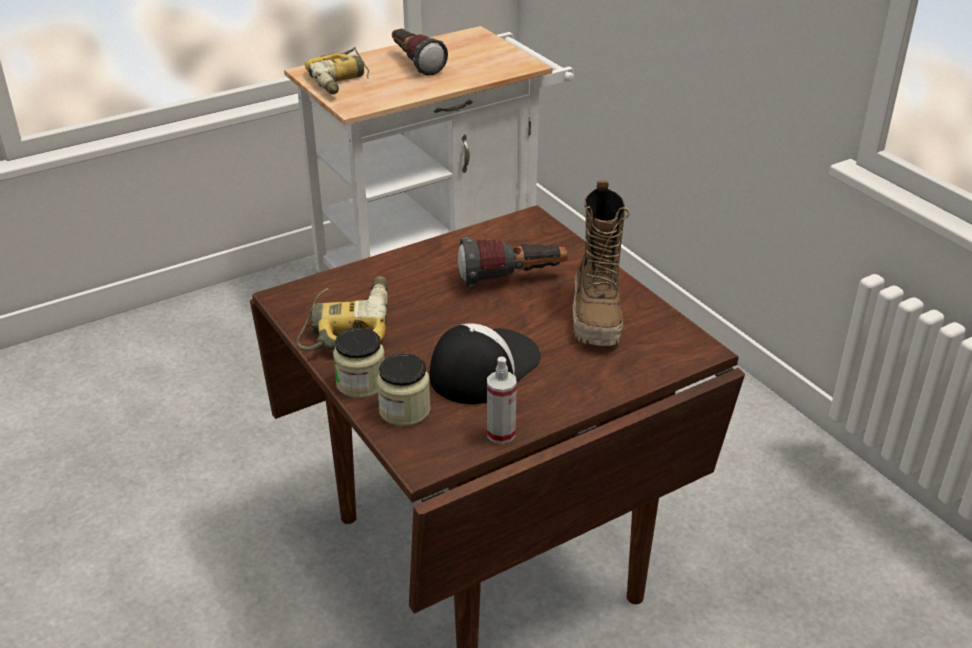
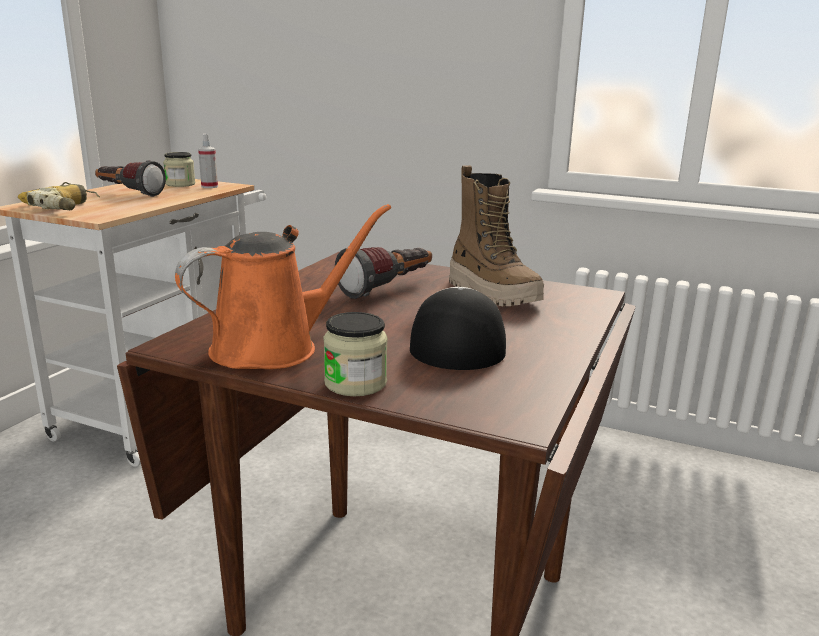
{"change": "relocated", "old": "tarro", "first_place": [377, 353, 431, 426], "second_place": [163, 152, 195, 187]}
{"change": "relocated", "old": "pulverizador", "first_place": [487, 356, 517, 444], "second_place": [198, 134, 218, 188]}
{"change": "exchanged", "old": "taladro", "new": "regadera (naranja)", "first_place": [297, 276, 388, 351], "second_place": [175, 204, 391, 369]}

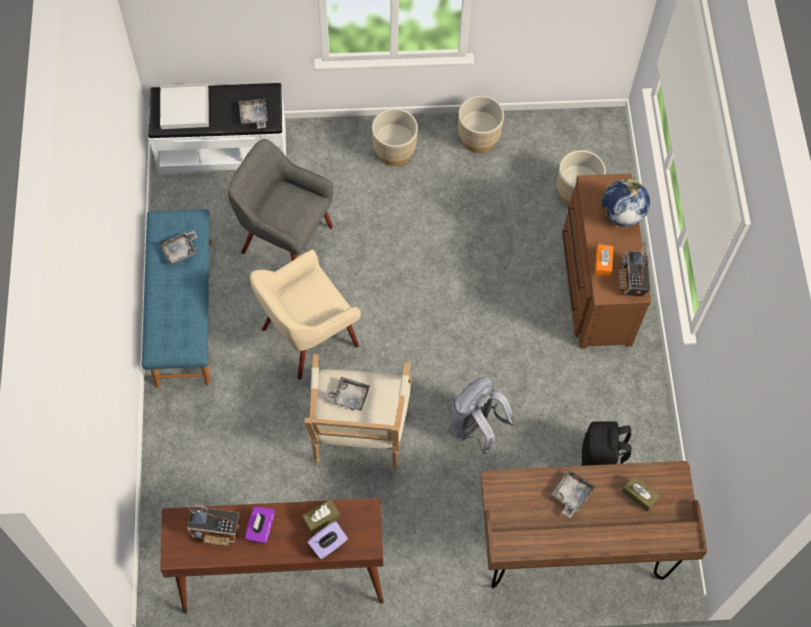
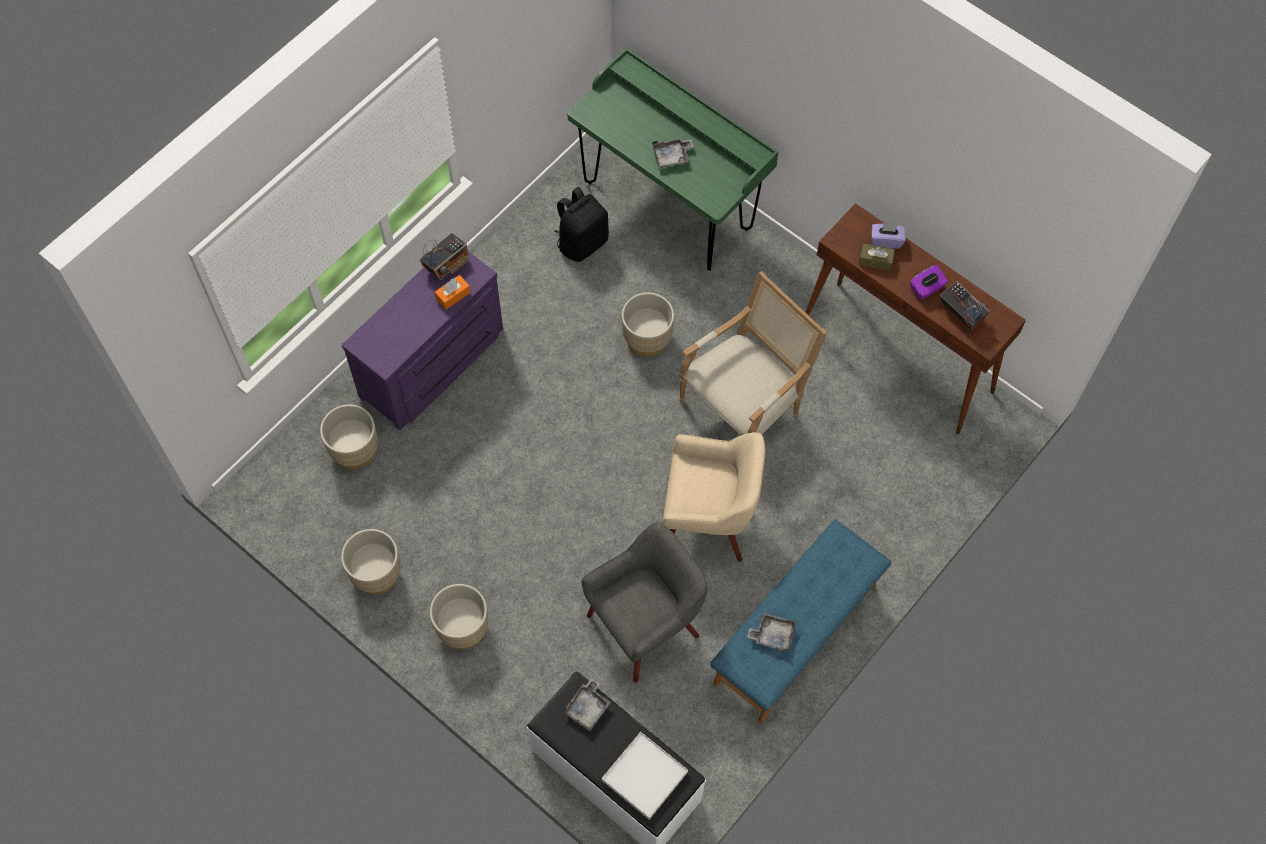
{"change": "missing", "old": "bandeja (gris)", "first_place": [325, 377, 370, 411]}
{"change": "missing", "old": "globo terráqueo", "first_place": [602, 179, 650, 227]}
{"change": "missing", "old": "caja de pañuelos (marrón)", "first_place": [622, 475, 660, 512]}
{"change": "exchanged", "old": "mochila (gris)", "new": "maceta (beis)", "first_place": [450, 377, 516, 454], "second_place": [622, 292, 674, 357]}
{"change": "colour", "old": "escritorio (marrón)", "new": "escritorio (verde)", "first_place": [481, 461, 708, 588], "second_place": [567, 48, 778, 271]}
{"change": "colour", "old": "cómoda (marrón)", "new": "cómoda (morado)", "first_place": [562, 174, 651, 349], "second_place": [342, 251, 503, 430]}
{"change": "spun", "old": "sillón (gris)", "first_place": [228, 139, 333, 261], "second_place": [582, 522, 708, 683], "degrees": -105}

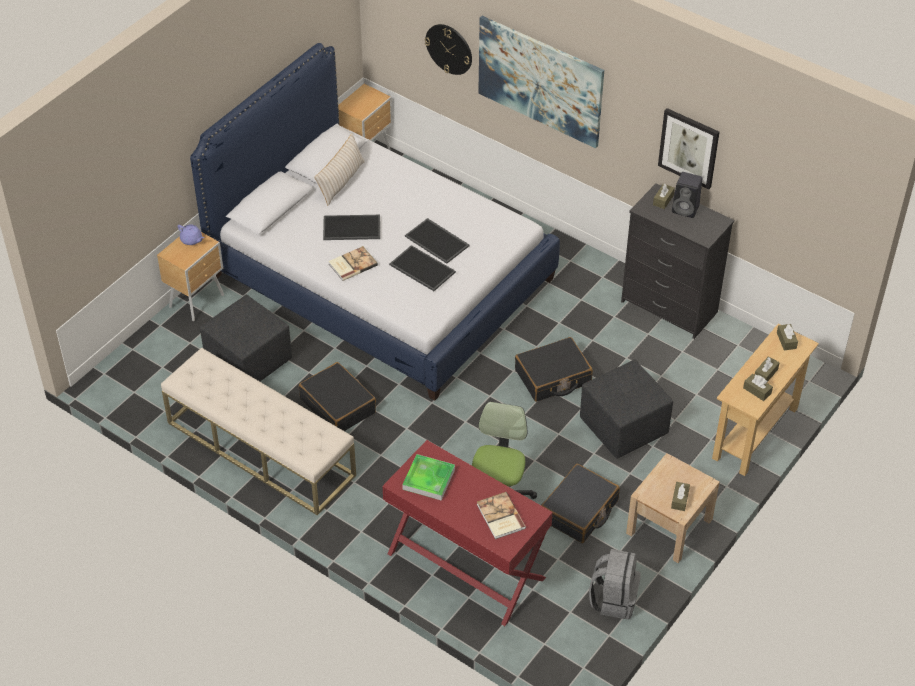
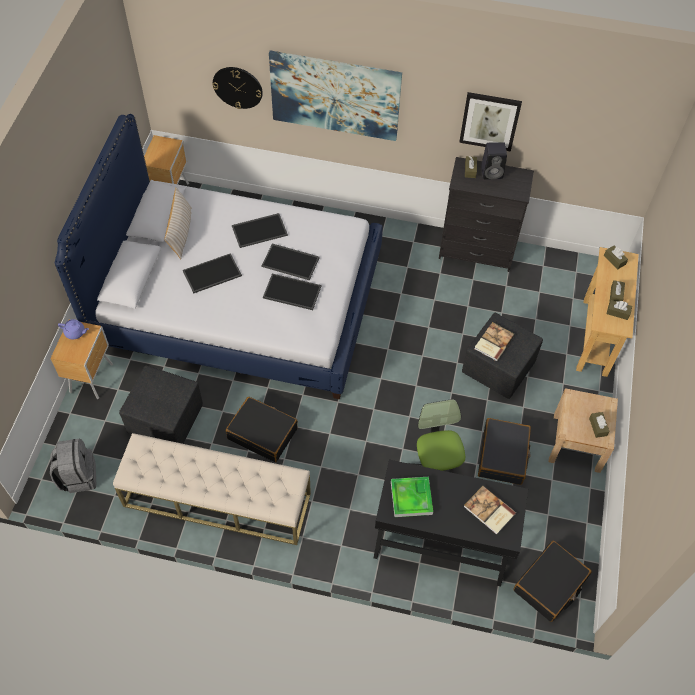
{"change": "appeared", "new": "bandeja", "second_place": [232, 213, 288, 248]}
{"change": "relocated", "old": "libro", "first_place": [328, 246, 378, 281], "second_place": [475, 322, 515, 361]}
{"change": "relocated", "old": "maleta (negro)", "first_place": [515, 337, 593, 402], "second_place": [514, 541, 592, 622]}
{"change": "relocated", "old": "mochila (gris)", "first_place": [589, 549, 641, 620], "second_place": [50, 439, 96, 493]}
{"change": "colour", "old": "escritorio (rojo)", "new": "escritorio (negro)", "first_place": [382, 440, 553, 626], "second_place": [374, 460, 528, 586]}

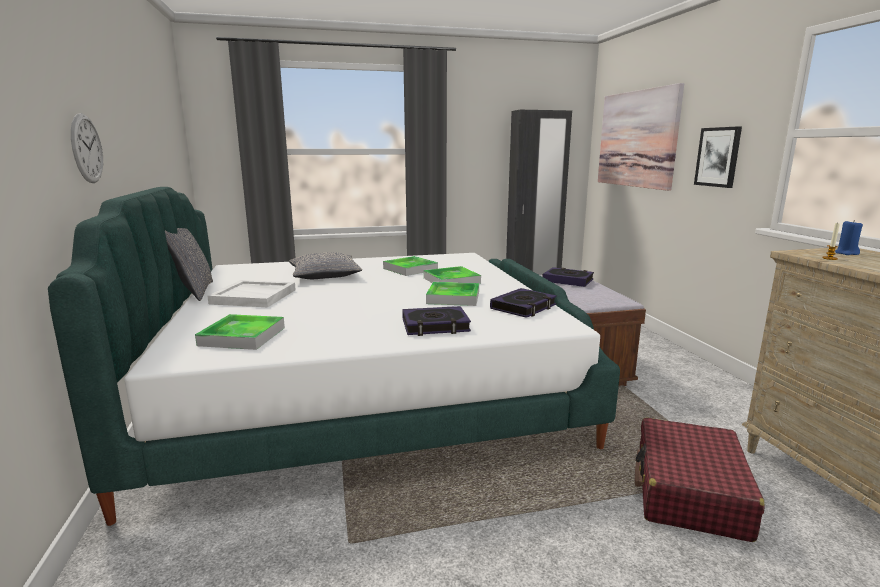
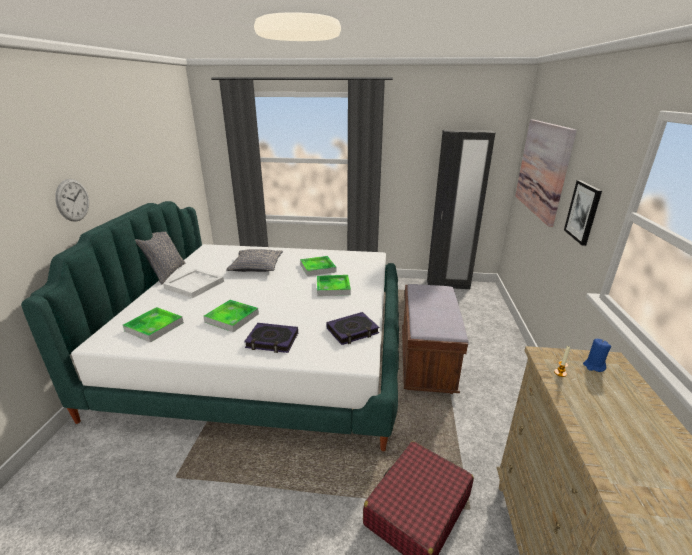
{"change": "missing", "old": "libro", "first_place": [542, 267, 594, 287]}
{"change": "relocated", "old": "bandeja", "first_place": [426, 282, 479, 306], "second_place": [203, 300, 259, 332]}

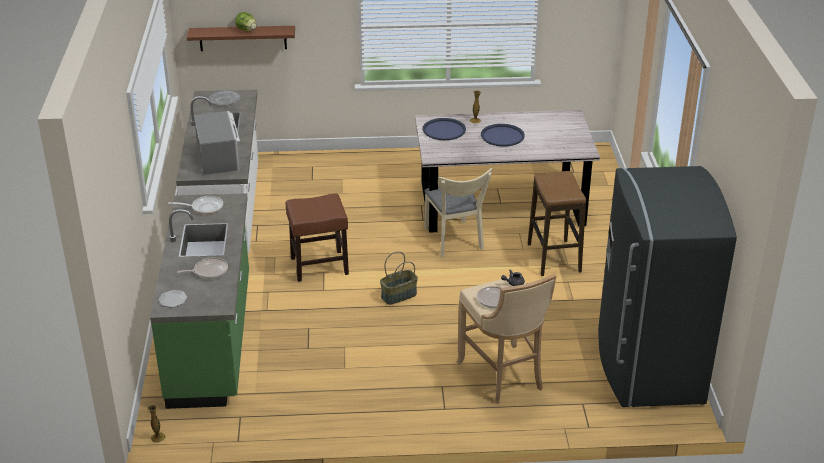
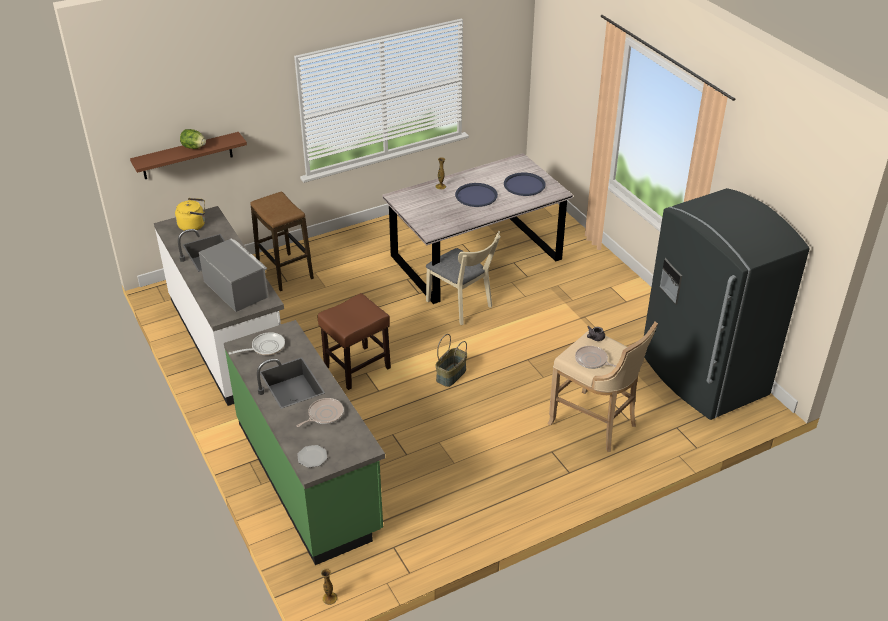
{"change": "relocated", "old": "bandeja (azul)", "first_place": [422, 118, 466, 140], "second_place": [504, 173, 545, 196]}
{"change": "relocated", "old": "taburete", "first_place": [528, 171, 586, 276], "second_place": [250, 191, 314, 291]}
{"change": "exchanged", "old": "plato (gris)", "new": "hervidor (amarillo)", "first_place": [209, 91, 240, 106], "second_place": [175, 198, 205, 231]}

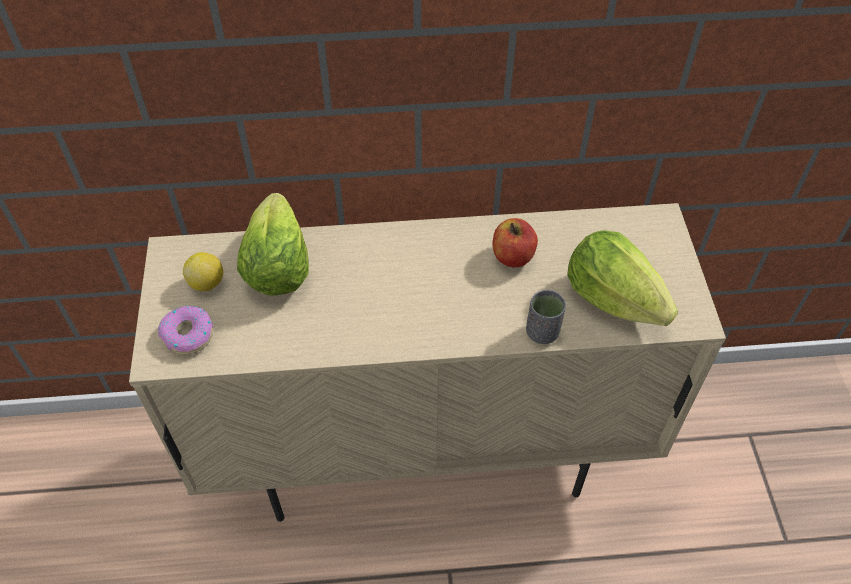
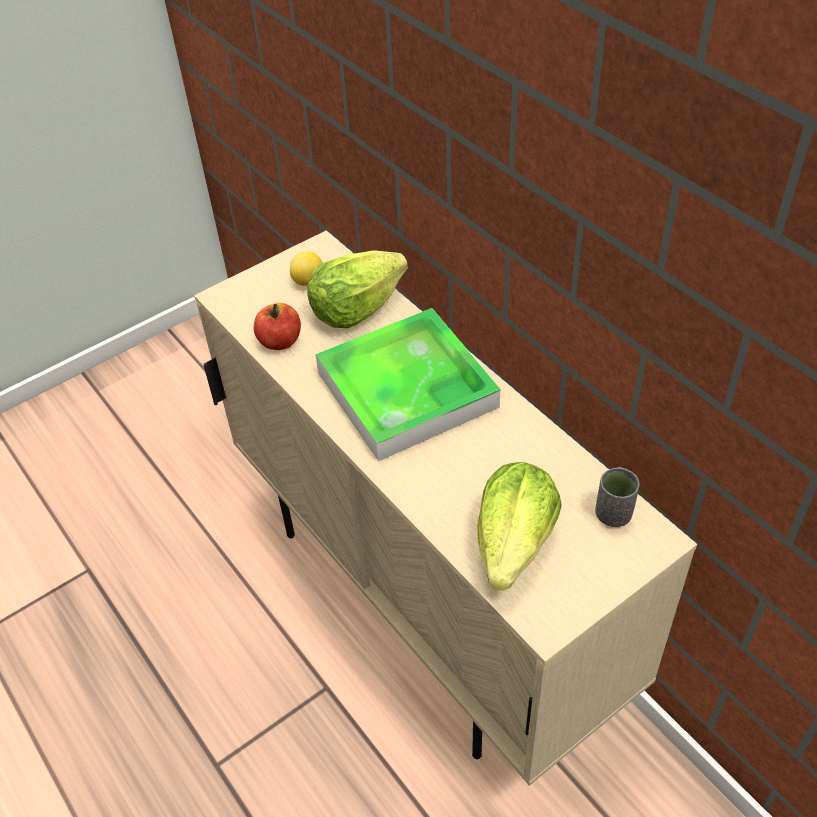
{"change": "missing", "old": "rosquilla", "first_place": [158, 306, 213, 355]}
{"change": "appeared", "new": "bandeja", "second_place": [315, 308, 500, 461]}
{"change": "relocated", "old": "manzana", "first_place": [493, 218, 538, 268], "second_place": [254, 303, 301, 350]}
{"change": "relocated", "old": "taza (gris)", "first_place": [526, 290, 566, 344], "second_place": [595, 467, 639, 527]}

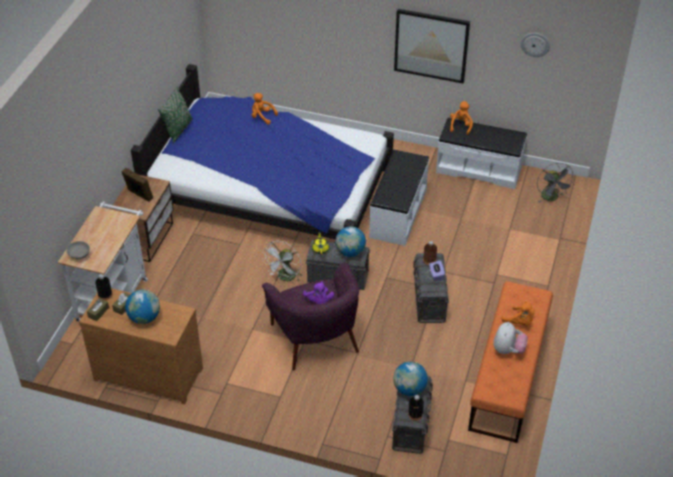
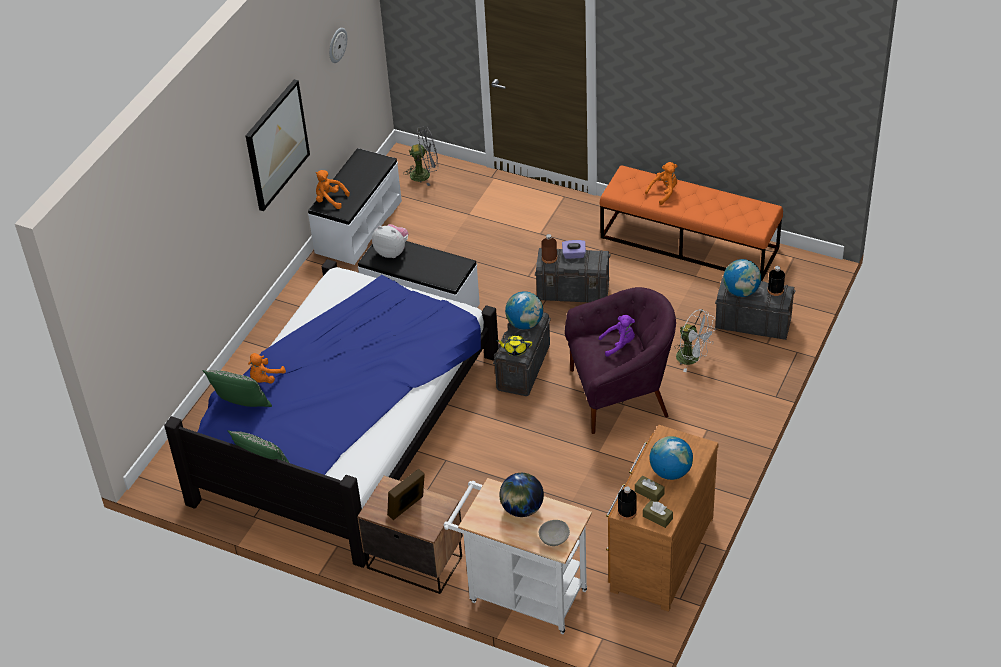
{"change": "appeared", "new": "cojín (verde)", "second_place": [203, 370, 272, 407]}
{"change": "appeared", "new": "globo terráqueo", "second_place": [499, 473, 544, 517]}
{"change": "relocated", "old": "ventilador (blanco)", "first_place": [263, 241, 302, 282], "second_place": [675, 309, 715, 372]}
{"change": "relocated", "old": "peluche", "first_place": [493, 322, 528, 354], "second_place": [372, 224, 408, 258]}

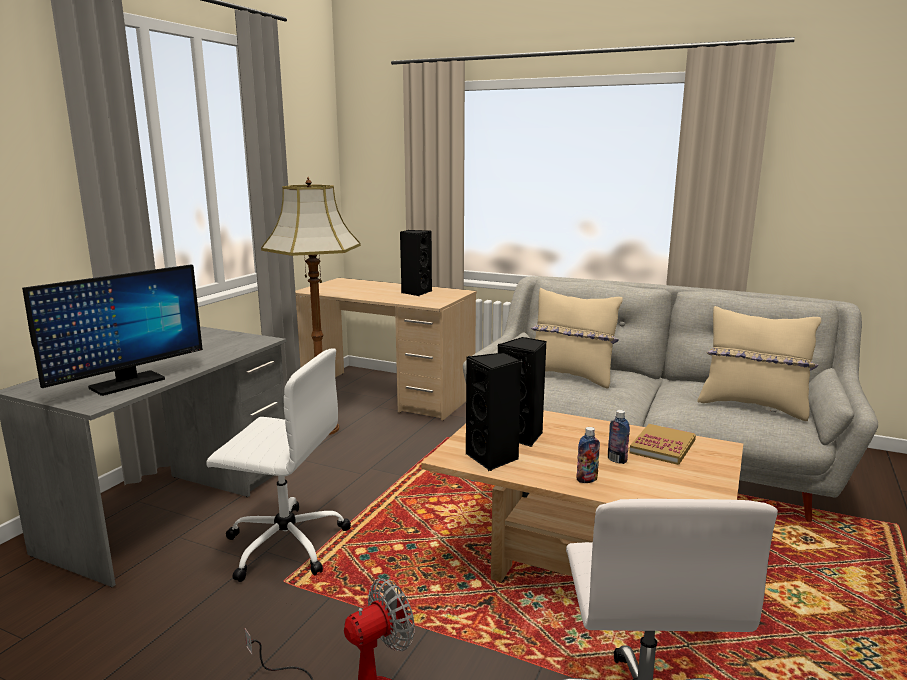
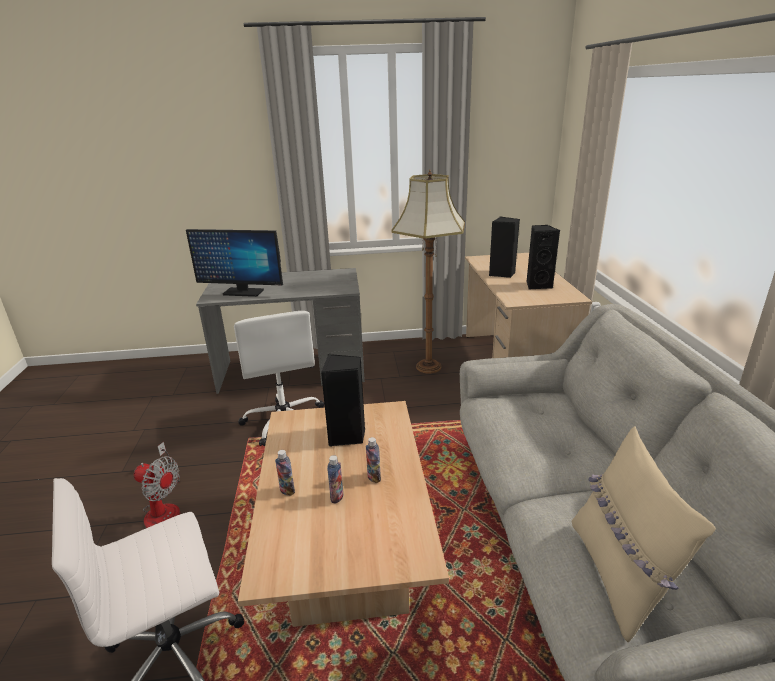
{"change": "missing", "old": "cojín (beis)", "first_place": [531, 288, 623, 389]}
{"change": "missing", "old": "libro", "first_place": [629, 424, 696, 465]}
{"change": "appeared", "new": "botella", "second_place": [366, 437, 381, 483]}
{"change": "relocated", "old": "altavoz (negro)", "first_place": [466, 352, 521, 471], "second_place": [489, 216, 520, 278]}

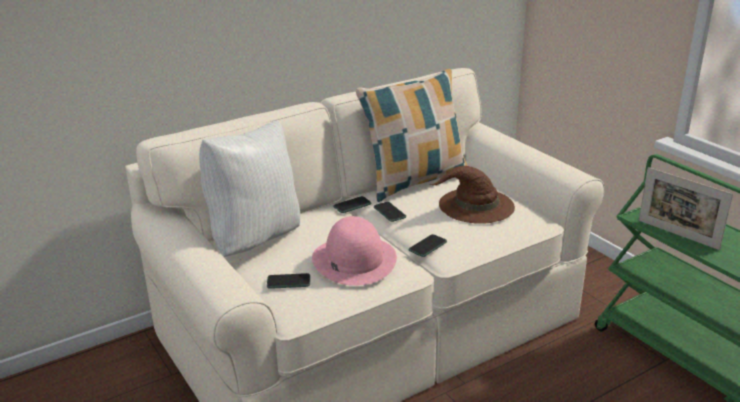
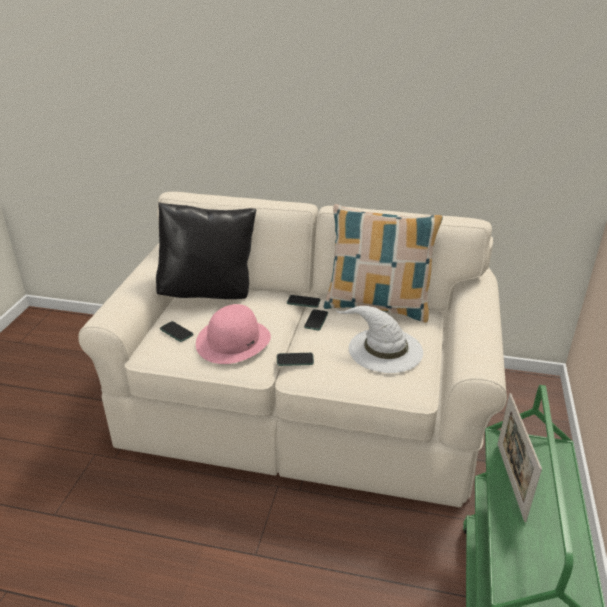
{"change": "colour", "old": "cojín (blanco)", "new": "cojín (negro)", "first_place": [199, 121, 300, 257], "second_place": [156, 202, 256, 299]}
{"change": "colour", "old": "sombrero (marrón)", "new": "sombrero (blanco)", "first_place": [430, 166, 515, 224], "second_place": [335, 306, 423, 373]}

